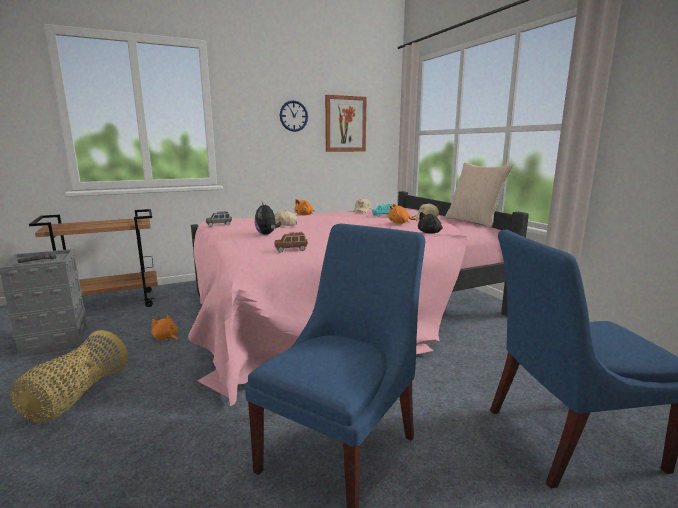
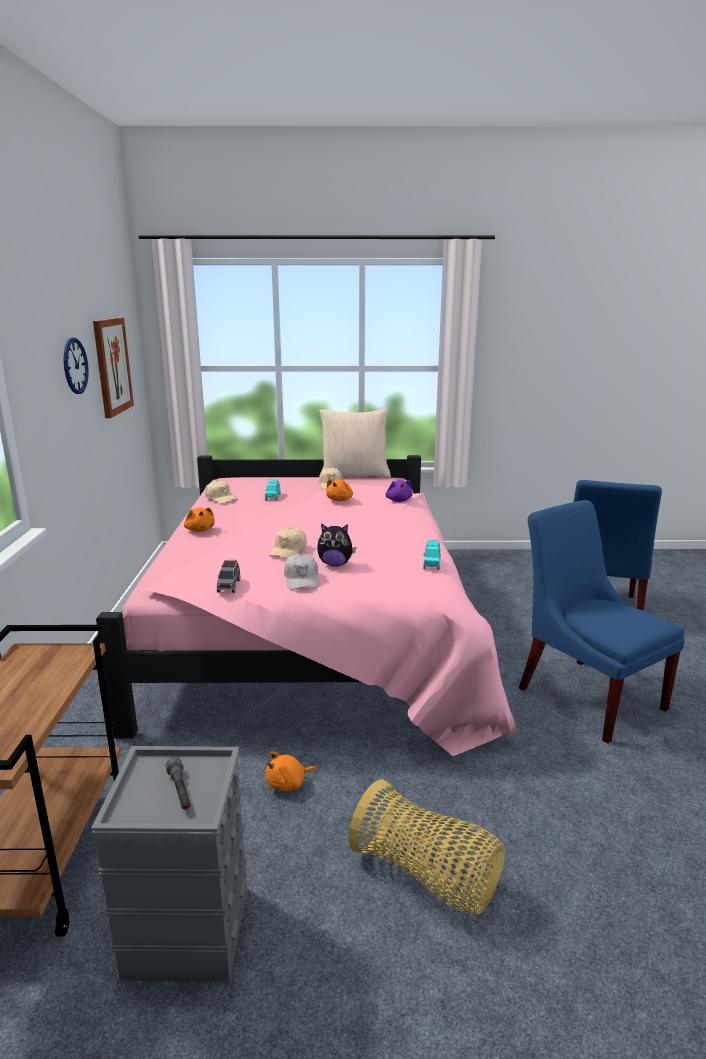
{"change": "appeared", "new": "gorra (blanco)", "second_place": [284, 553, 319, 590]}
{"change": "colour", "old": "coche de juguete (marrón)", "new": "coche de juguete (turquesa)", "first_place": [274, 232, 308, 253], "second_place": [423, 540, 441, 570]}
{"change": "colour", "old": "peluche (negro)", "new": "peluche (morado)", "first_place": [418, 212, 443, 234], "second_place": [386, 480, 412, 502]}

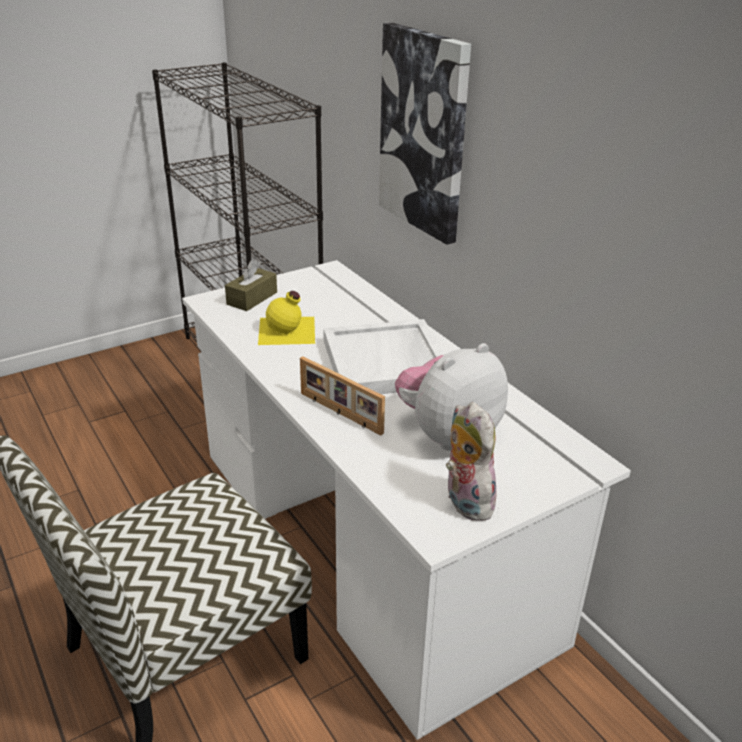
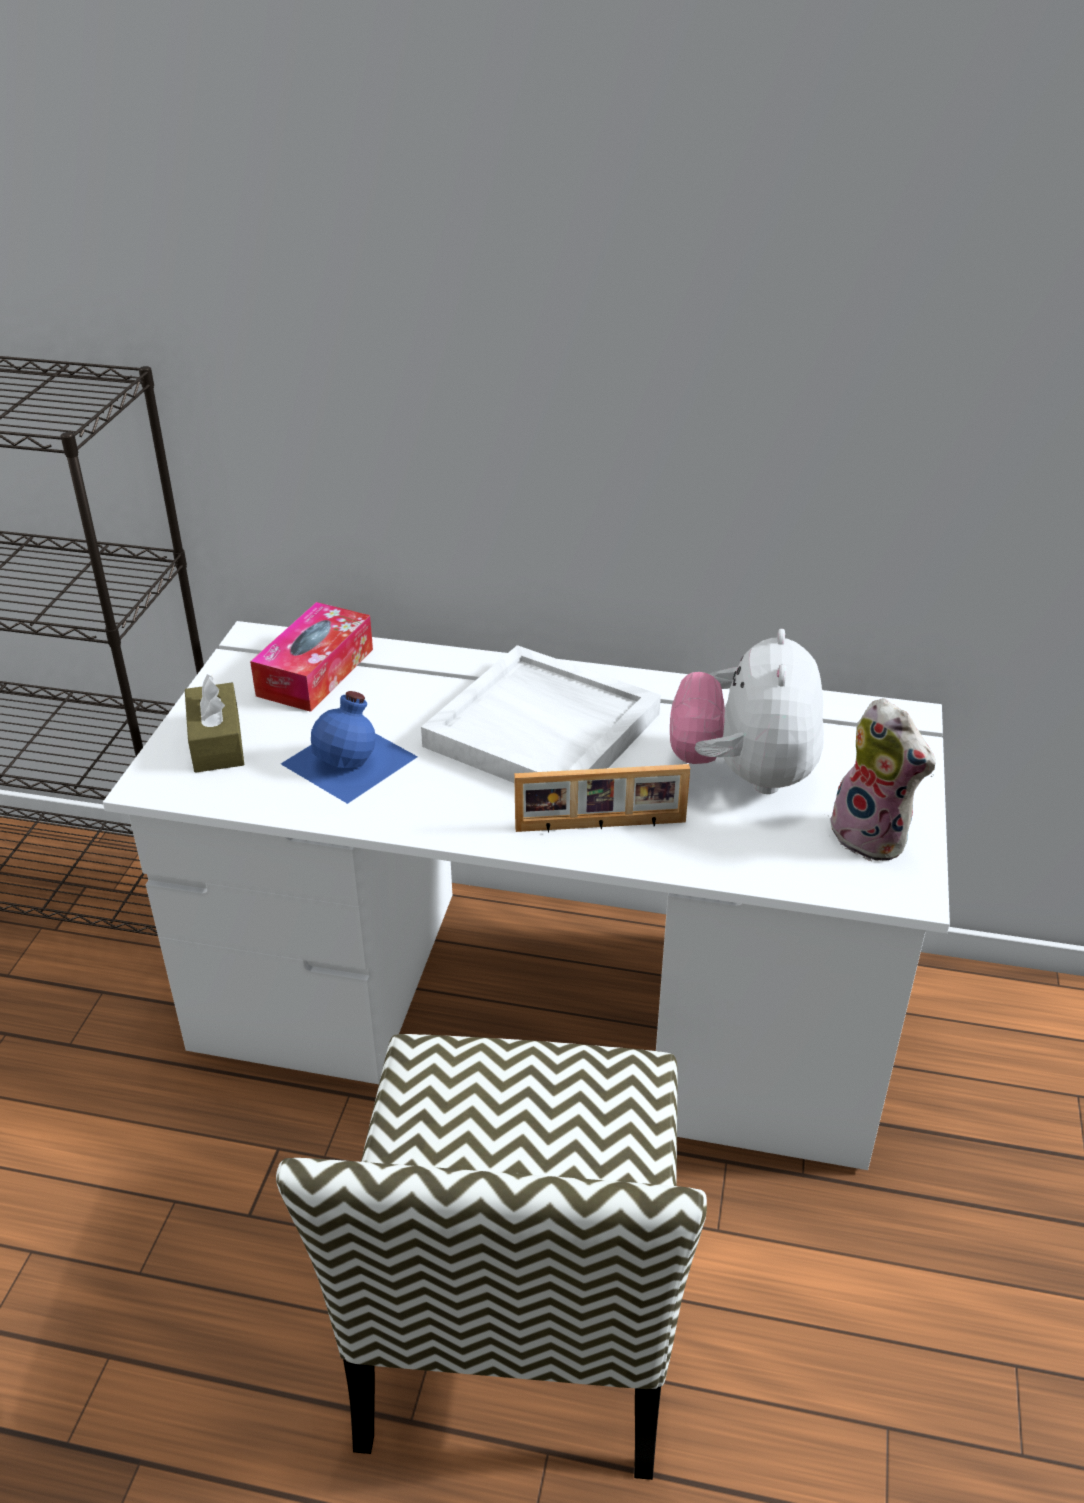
{"change": "missing", "old": "cuadro", "first_place": [379, 23, 471, 245]}
{"change": "appeared", "new": "caja de pañuelos", "second_place": [250, 602, 373, 712]}
{"change": "colour", "old": "botella (amarillo)", "new": "botella (azul)", "first_place": [258, 291, 315, 345], "second_place": [281, 691, 418, 804]}
{"change": "spun", "old": "peluche", "first_place": [446, 402, 497, 521], "second_place": [830, 698, 936, 861], "degrees": -150}

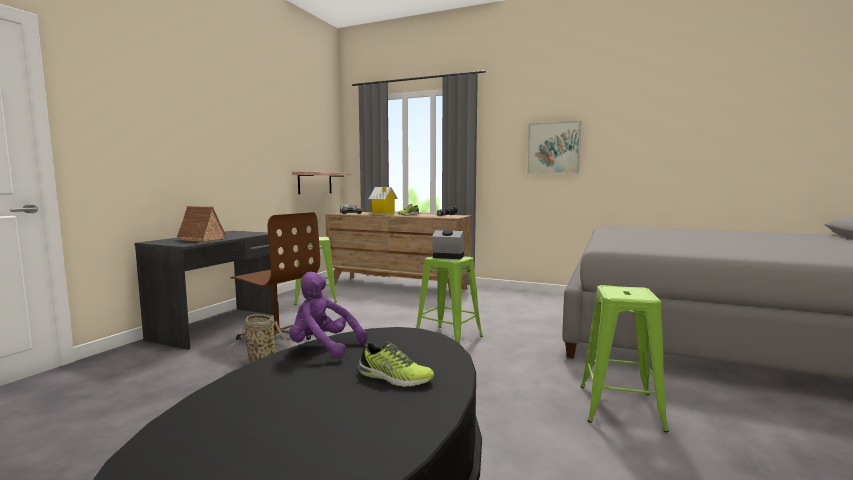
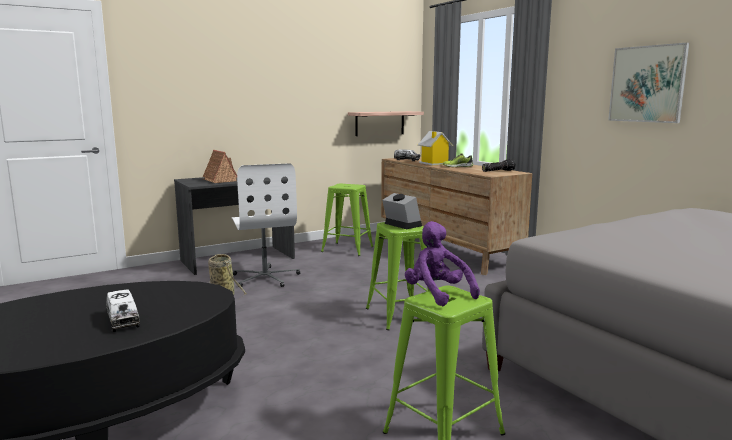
{"change": "relocated", "old": "peluche (morado)", "first_place": [289, 272, 367, 358], "second_place": [405, 221, 480, 306]}
{"change": "exchanged", "old": "zapato", "new": "camión de juguete", "first_place": [358, 341, 434, 387], "second_place": [106, 289, 140, 332]}
{"change": "colour", "old": "silla de oficina (marrón)", "new": "silla de oficina (blanco)", "first_place": [230, 212, 320, 341], "second_place": [232, 163, 300, 287]}

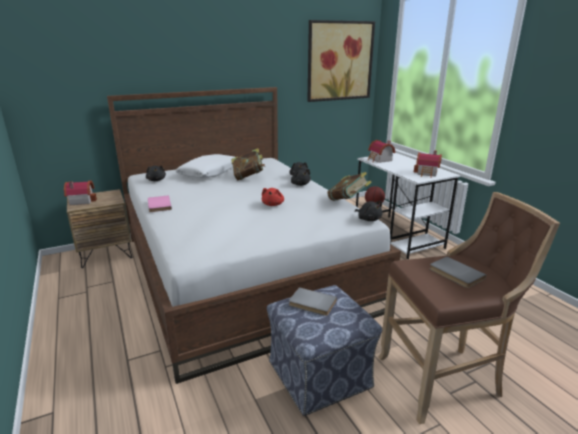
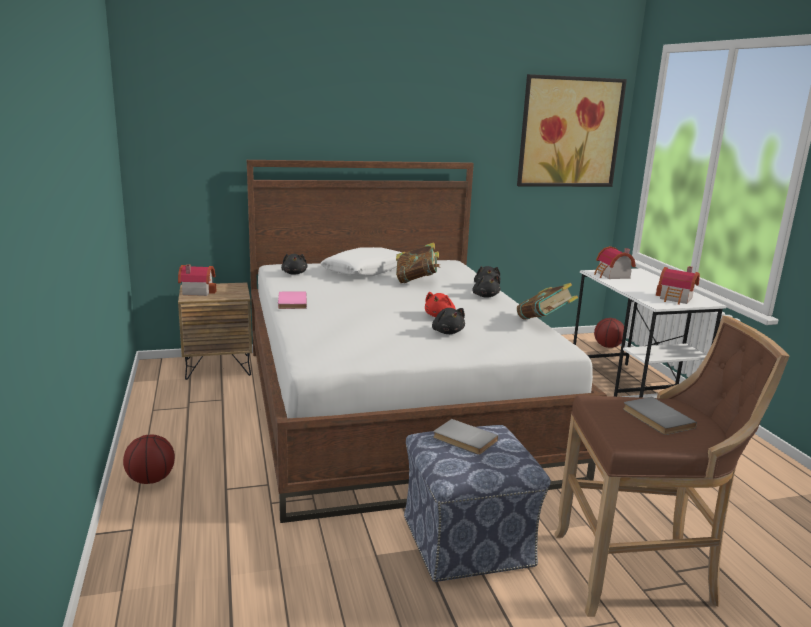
{"change": "appeared", "new": "balón de baloncesto", "second_place": [123, 434, 175, 484]}
{"change": "relocated", "old": "peluche (negro)", "first_place": [355, 201, 383, 221], "second_place": [432, 308, 465, 334]}

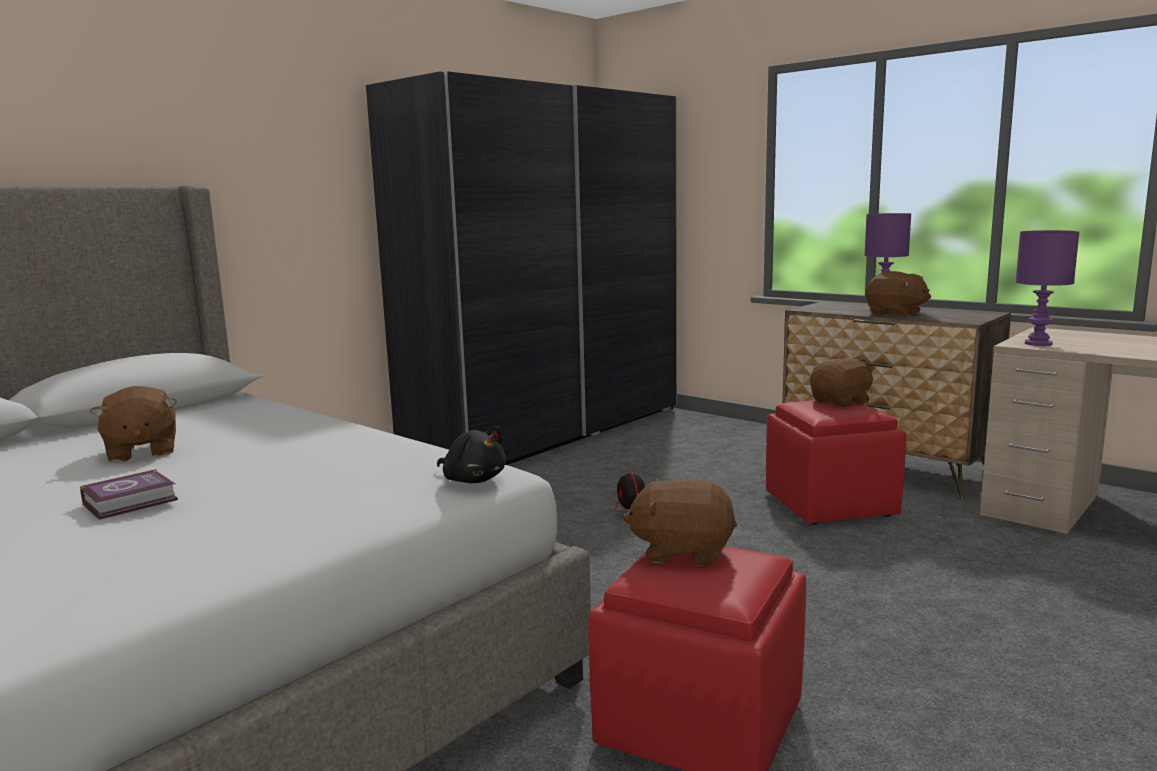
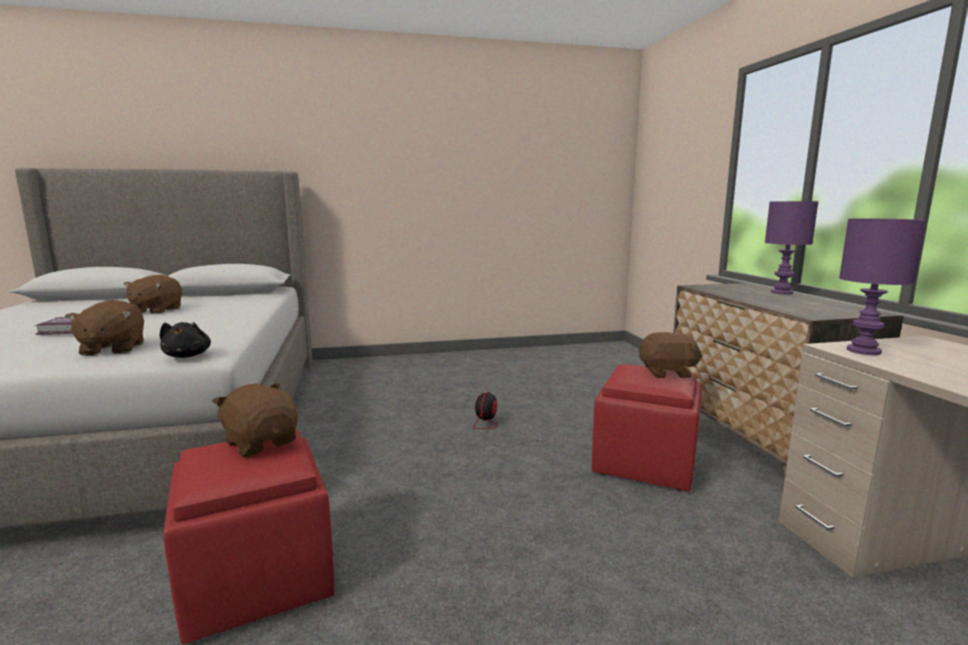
{"change": "missing", "old": "armario ropero (gris)", "first_place": [366, 71, 677, 465]}
{"change": "relocated", "old": "peluche (marrón)", "first_place": [866, 271, 931, 317], "second_place": [65, 300, 144, 356]}

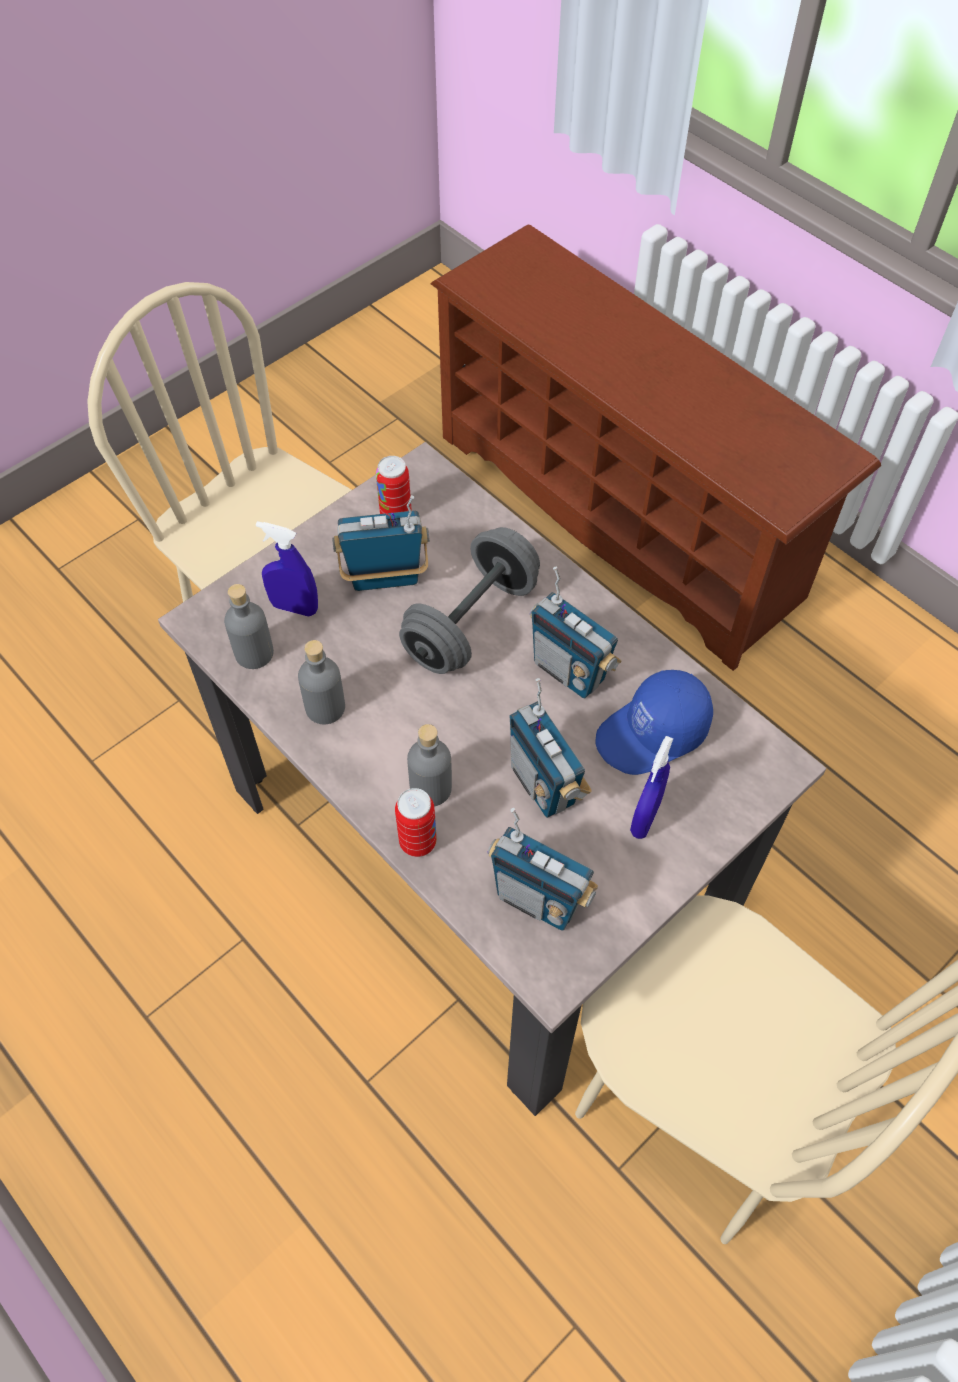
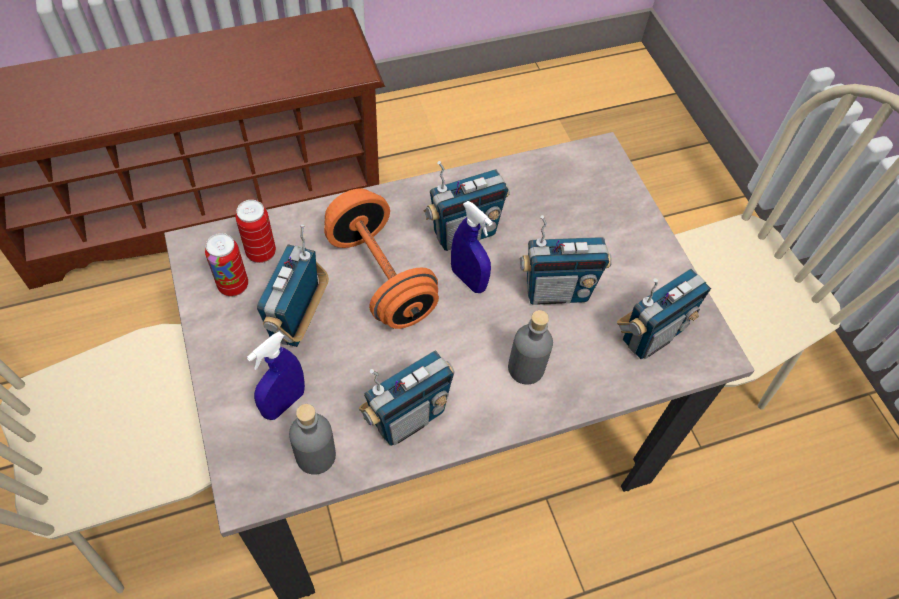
{"change": "missing", "old": "gorra (azul)", "first_place": [595, 670, 713, 775]}
{"change": "relocated", "old": "lata", "first_place": [395, 788, 437, 857], "second_place": [236, 200, 276, 263]}
{"change": "relocated", "old": "pulverizador (azul)", "first_place": [630, 736, 673, 839], "second_place": [451, 201, 493, 293]}
{"change": "exchanged", "old": "botella (gris)", "new": "radio", "first_place": [298, 640, 345, 724], "second_place": [359, 350, 455, 446]}
{"change": "colour", "old": "mancuerna (gris)", "new": "mancuerna (naranja)", "first_place": [399, 527, 540, 674], "second_place": [324, 189, 439, 329]}

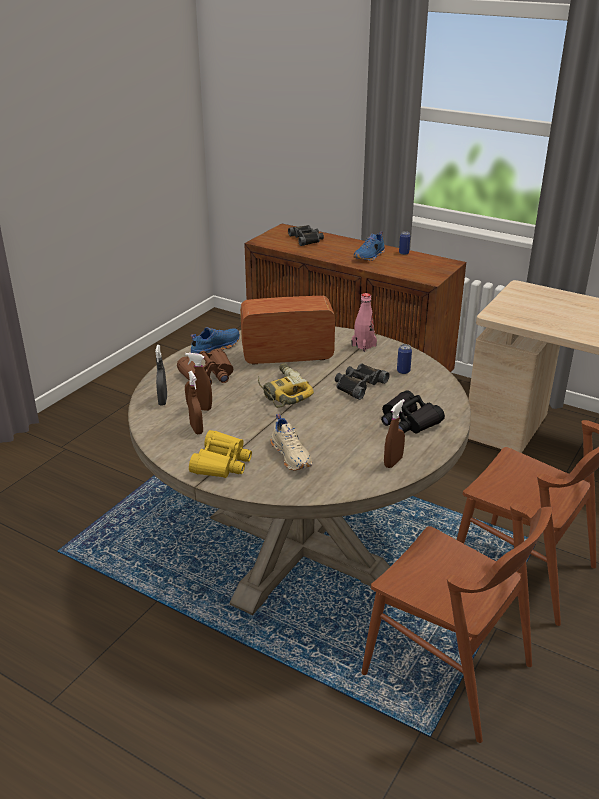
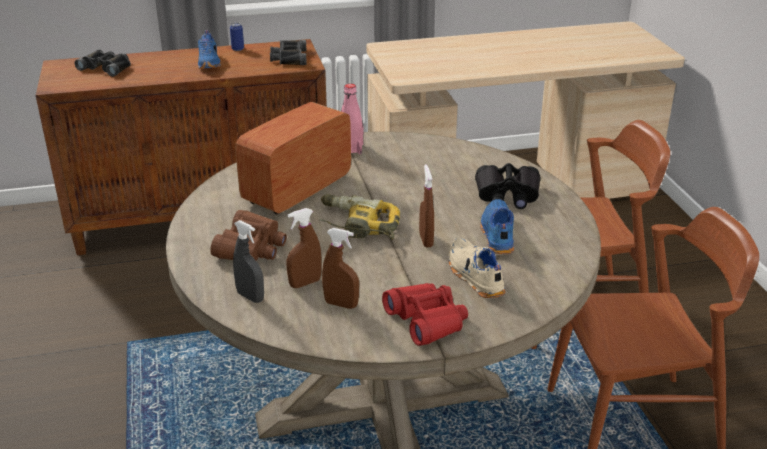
{"change": "missing", "old": "lata", "first_place": [397, 344, 412, 374]}
{"change": "relocated", "old": "zapato (azul)", "first_place": [191, 327, 240, 354], "second_place": [480, 199, 514, 254]}
{"change": "relocated", "old": "prismáticos (negro)", "first_place": [335, 363, 390, 400], "second_place": [270, 40, 307, 65]}
{"change": "relocated", "old": "pulverizador (marrón)", "first_place": [384, 399, 405, 468], "second_place": [419, 165, 434, 248]}
{"change": "colour", "old": "prismáticos (amarillo)", "new": "prismáticos (rojo)", "first_place": [189, 430, 252, 478], "second_place": [382, 283, 468, 346]}
{"change": "spun", "old": "zapato (beis)", "first_place": [270, 414, 312, 471], "second_place": [449, 238, 506, 298], "degrees": -135}

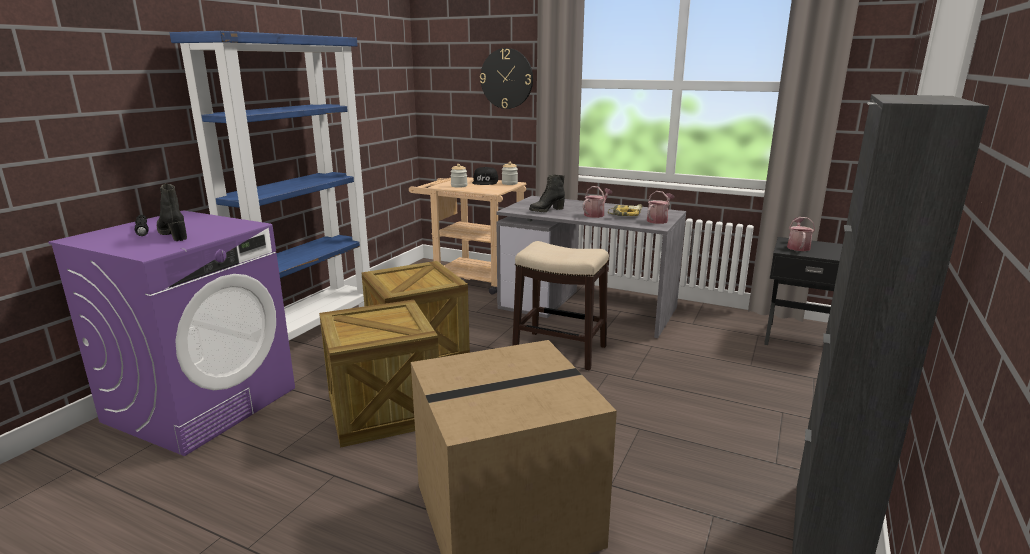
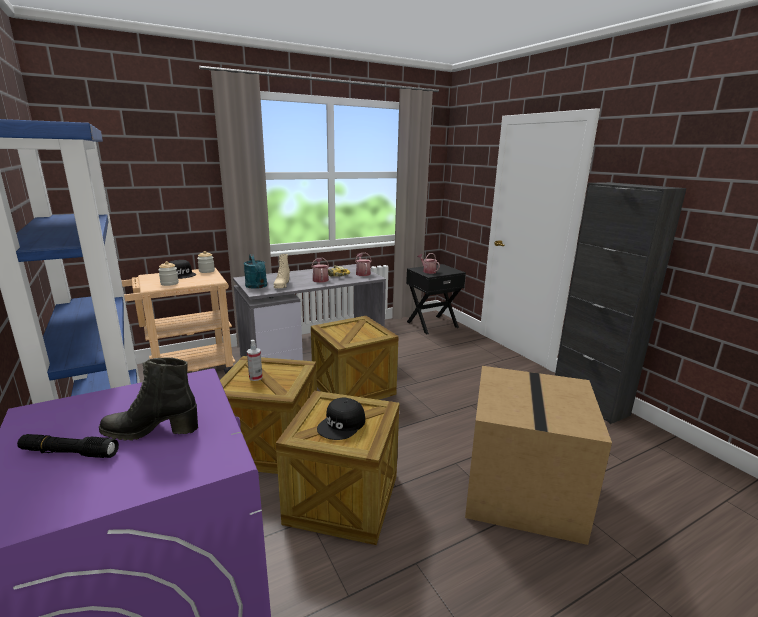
{"change": "missing", "old": "reloj de pared", "first_place": [480, 48, 533, 109]}
{"change": "appeared", "new": "regadera (turquesa)", "second_place": [243, 254, 267, 289]}
{"change": "appeared", "new": "pulverizador", "second_place": [247, 340, 263, 381]}
{"change": "appeared", "new": "gorra (negro)", "second_place": [317, 397, 365, 440]}
{"change": "exchanged", "old": "taburete", "new": "caja de embalaje", "first_place": [512, 241, 609, 370], "second_place": [311, 316, 399, 400]}
{"change": "colour", "old": "bota (negro)", "new": "bota (beis)", "first_place": [529, 175, 565, 212], "second_place": [274, 254, 290, 288]}

